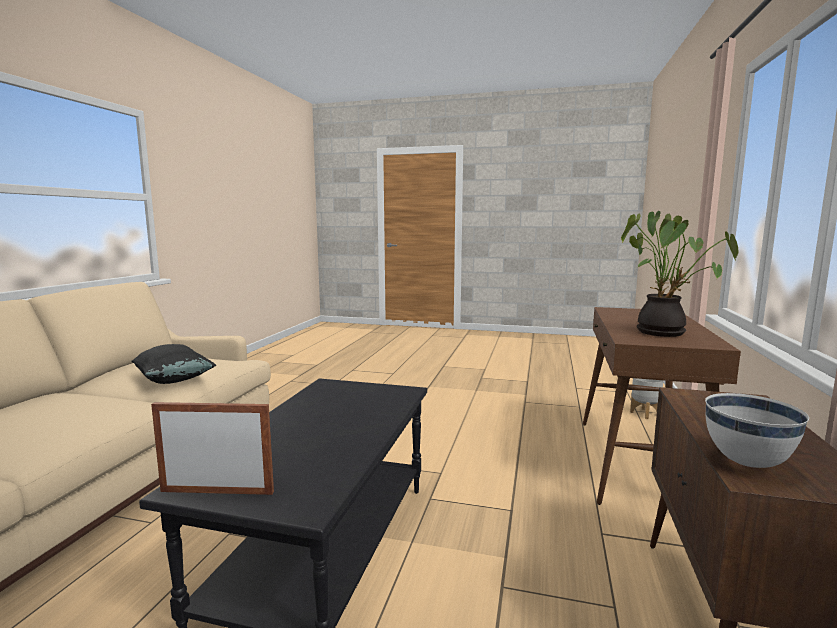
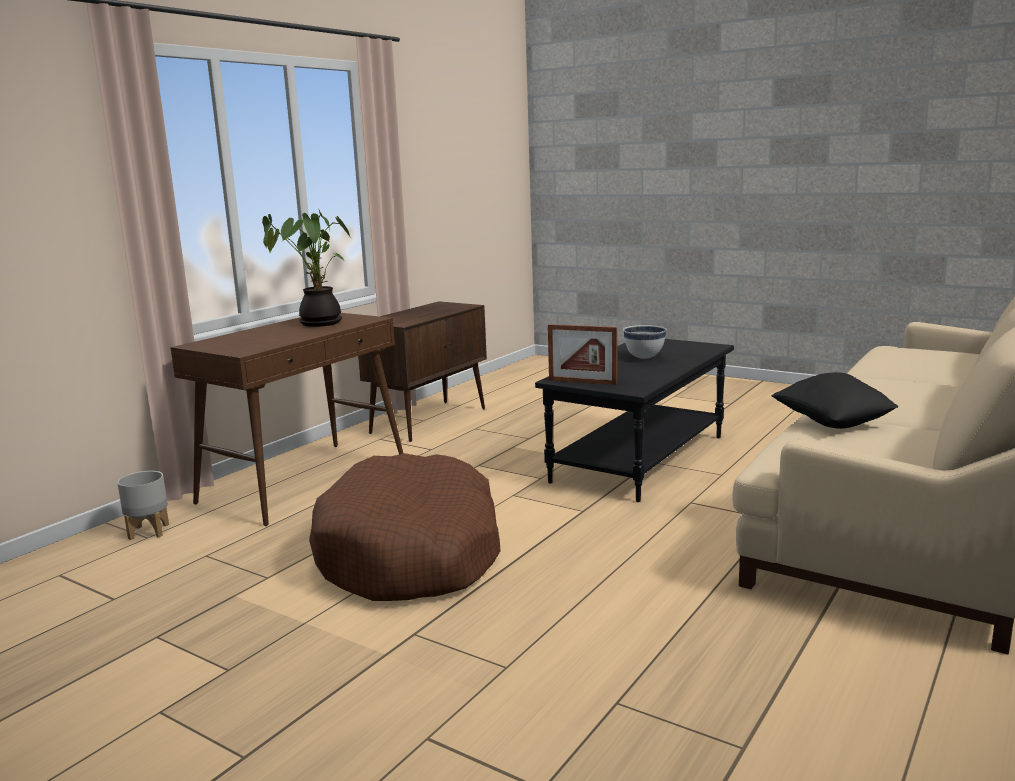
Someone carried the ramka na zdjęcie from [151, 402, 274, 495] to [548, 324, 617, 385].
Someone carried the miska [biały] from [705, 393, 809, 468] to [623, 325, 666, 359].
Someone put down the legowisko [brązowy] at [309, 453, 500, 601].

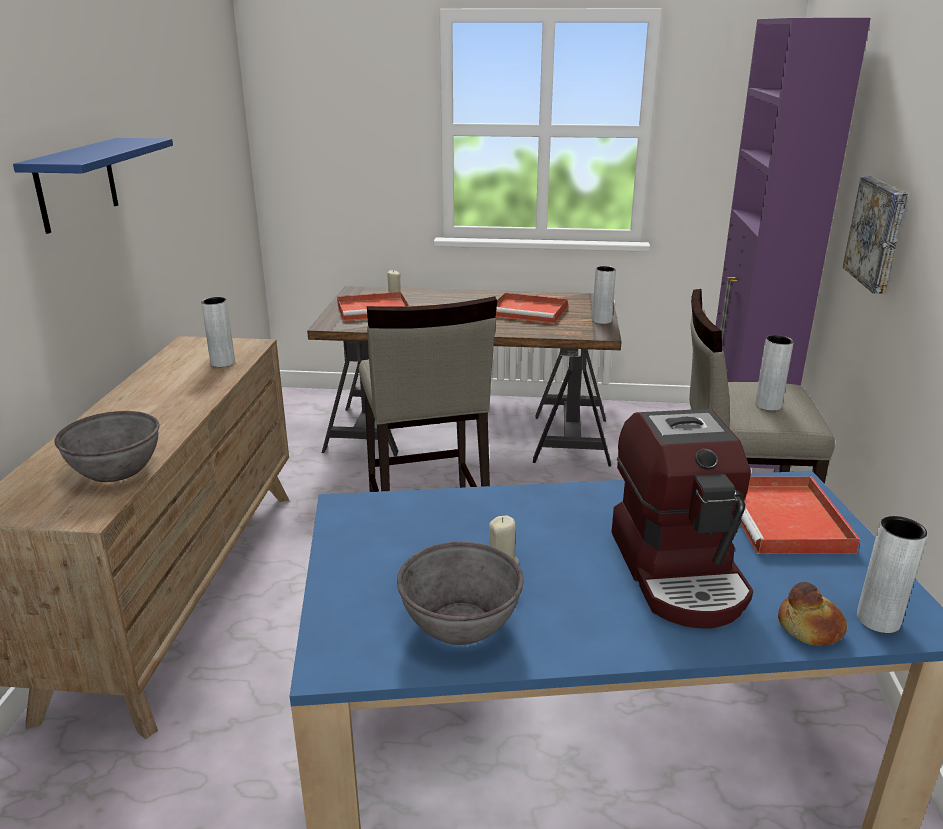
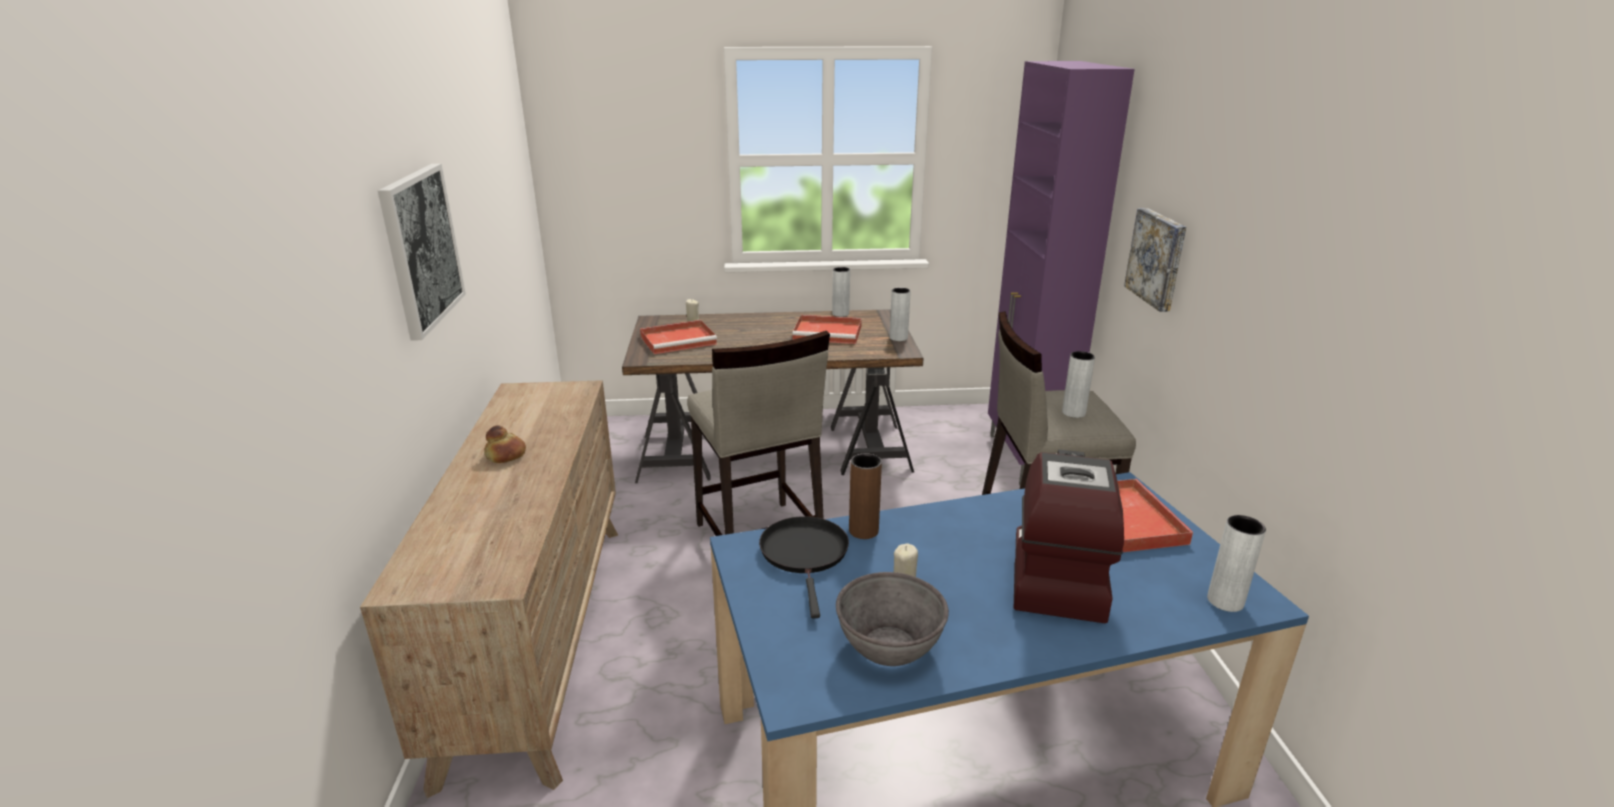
Someone swapped the półka [niebieski] at [13, 138, 173, 234] for the obraz at [378, 164, 466, 341].
Someone took away the miska [szary] at [54, 411, 159, 482].
Someone carried the wazon [szary] from [201, 297, 235, 367] to [832, 267, 850, 317].
Someone rotated the ekspres do kawy at [611, 409, 753, 628] by 150 degrees counterclockwise.
Someone carried the chleb from [778, 582, 847, 646] to [484, 425, 526, 463].
Someone put down the patelnia [czarny] at [759, 516, 849, 618].
Someone put down the wazon [brązowy] at [849, 453, 882, 539].

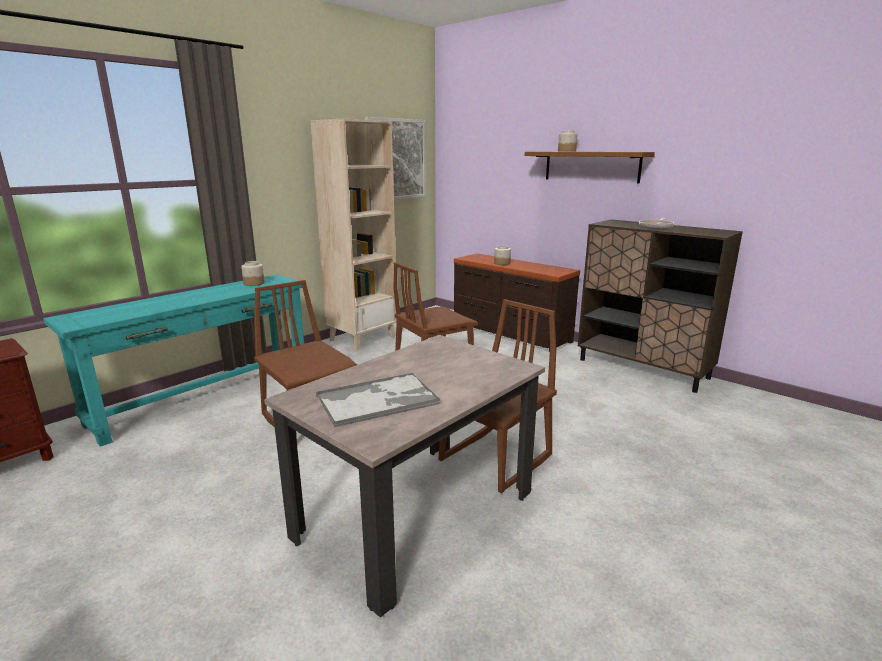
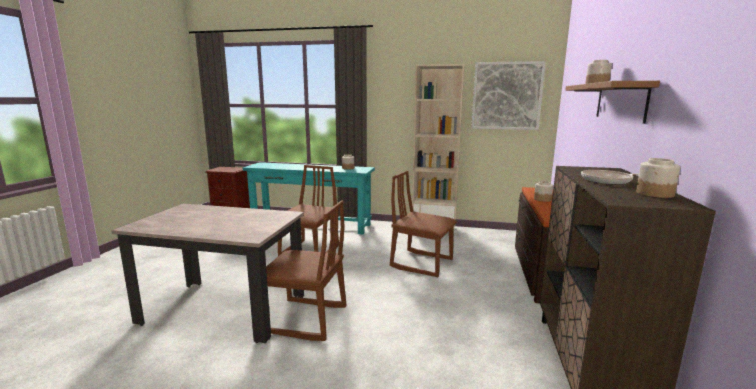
Someone took away the taca at [316, 373, 440, 427].
Someone put down the słoik at [636, 158, 681, 198].

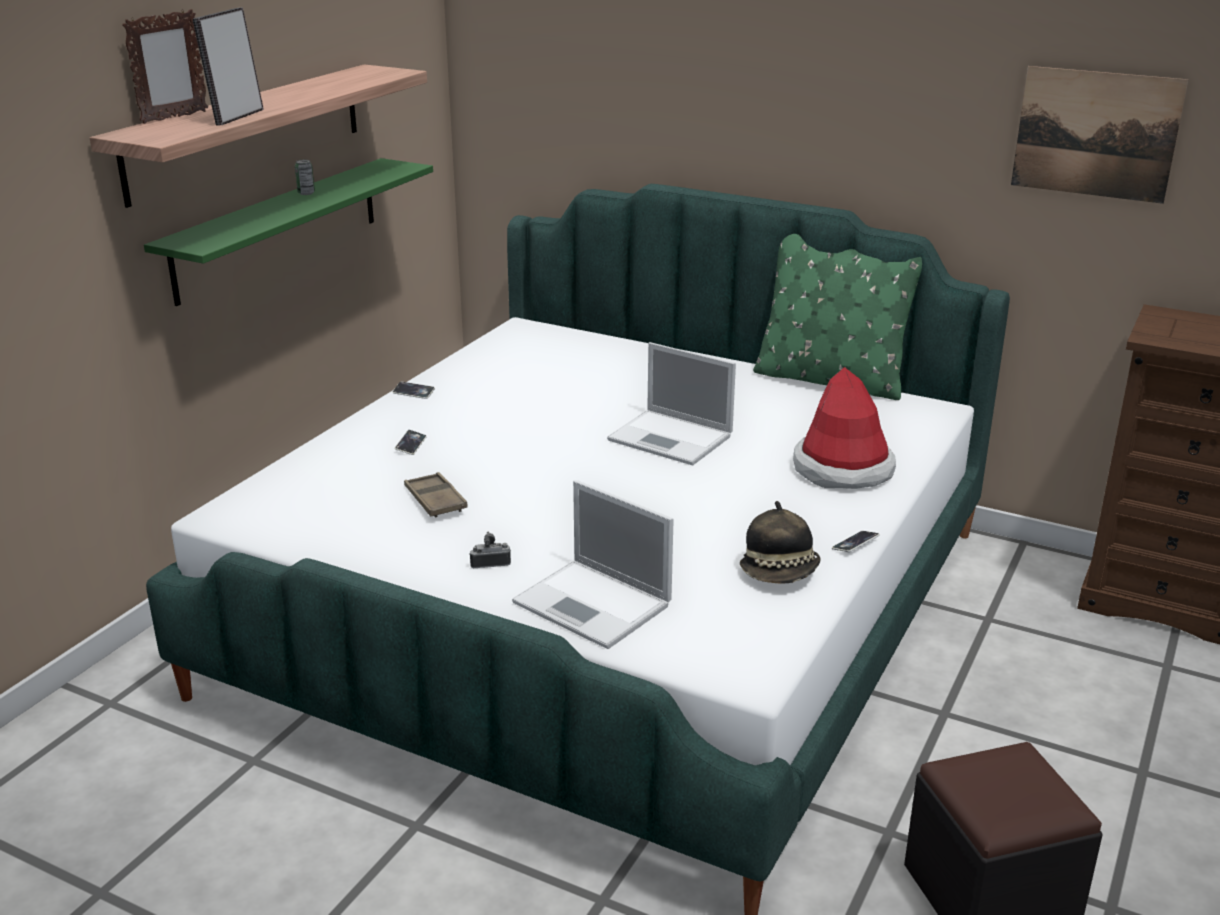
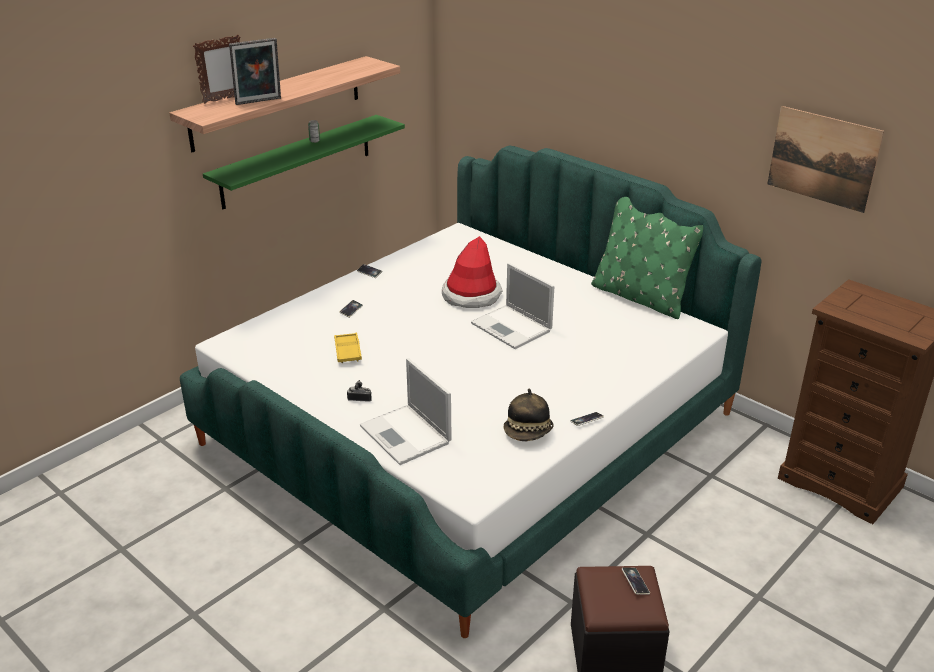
Someone rotated the ramka na zdjęcie at [192, 7, 264, 126] by 150 degrees counterclockwise.
Someone repainted the taca [brązowy] at [404, 472, 468, 517], which became the taca [żółty] at [334, 333, 362, 363].
Someone carried the kapelusz from [793, 367, 896, 489] to [442, 236, 503, 308].
Someone put down the telefon at [622, 568, 650, 595].

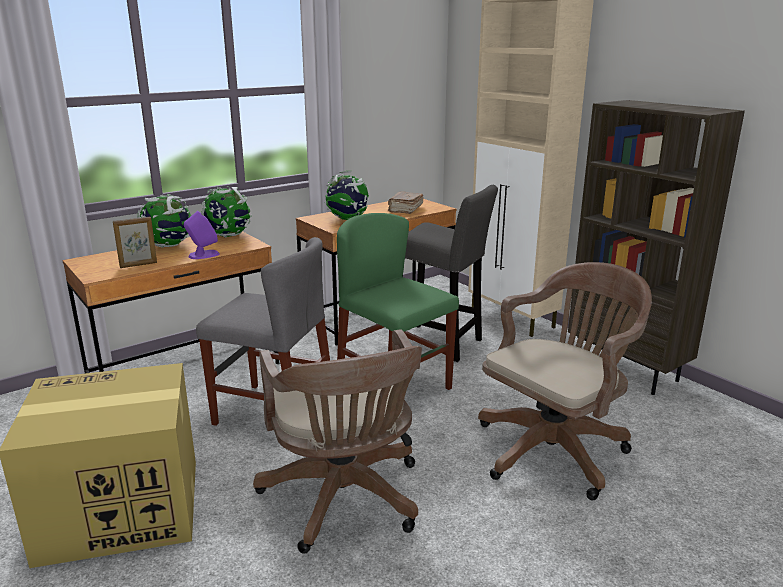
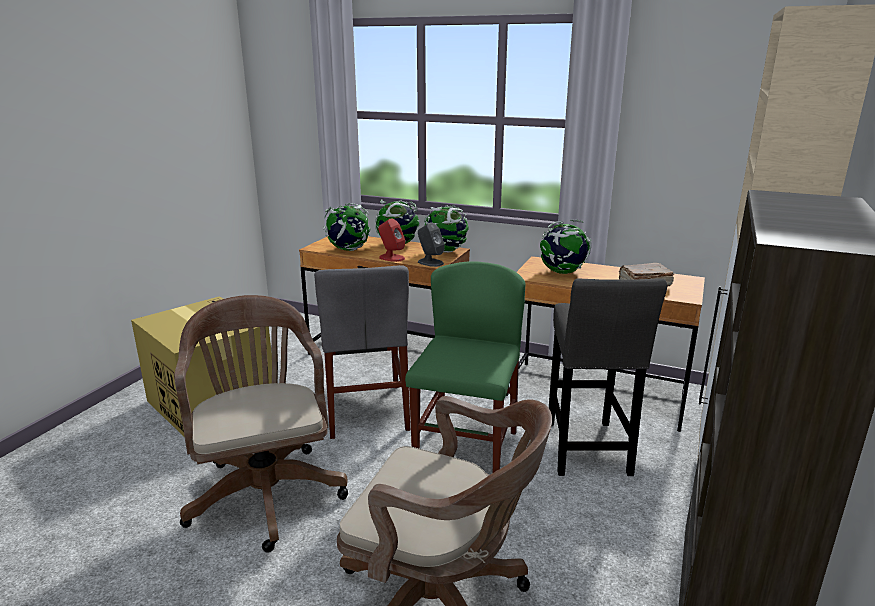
Someone swapped the ramka na zdjęcie at [113, 217, 157, 268] for the globus at [323, 203, 371, 251].
Someone repainted the głośnik [fioletowy] at [184, 211, 220, 259], which became the głośnik [czerwony] at [378, 218, 405, 262].
Someone rotated the krzesło biurowe [brązowy] at [253, 329, 422, 554] by 120 degrees clockwise.
Someone put down the głośnik [szary] at [418, 222, 445, 267].

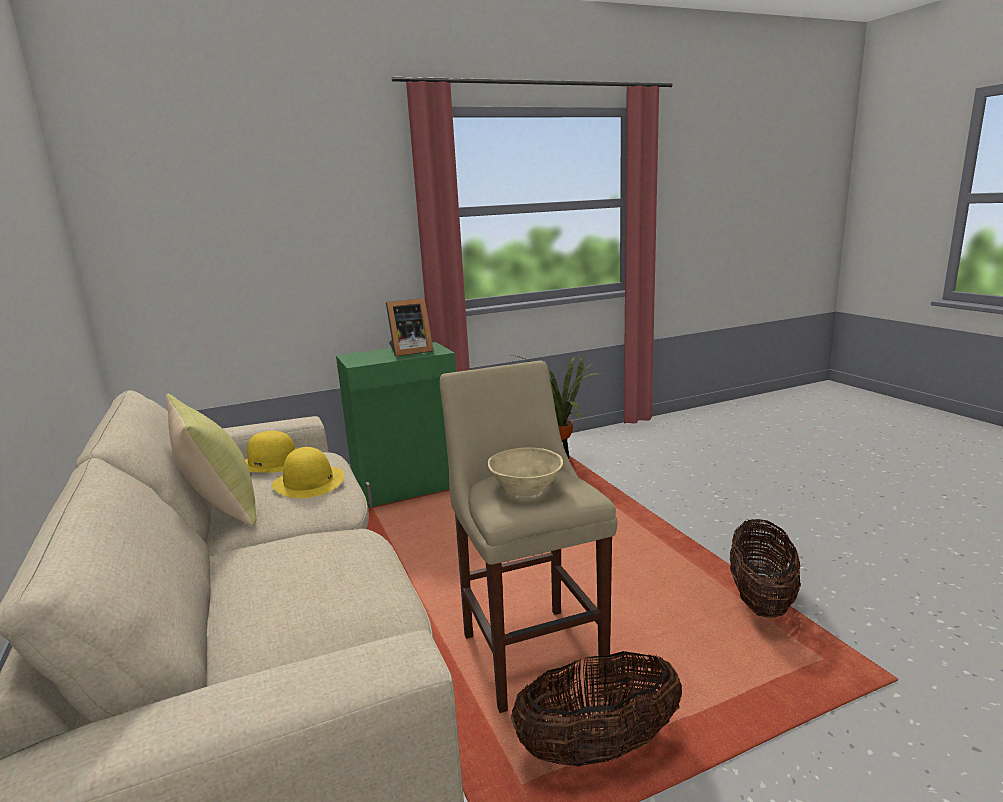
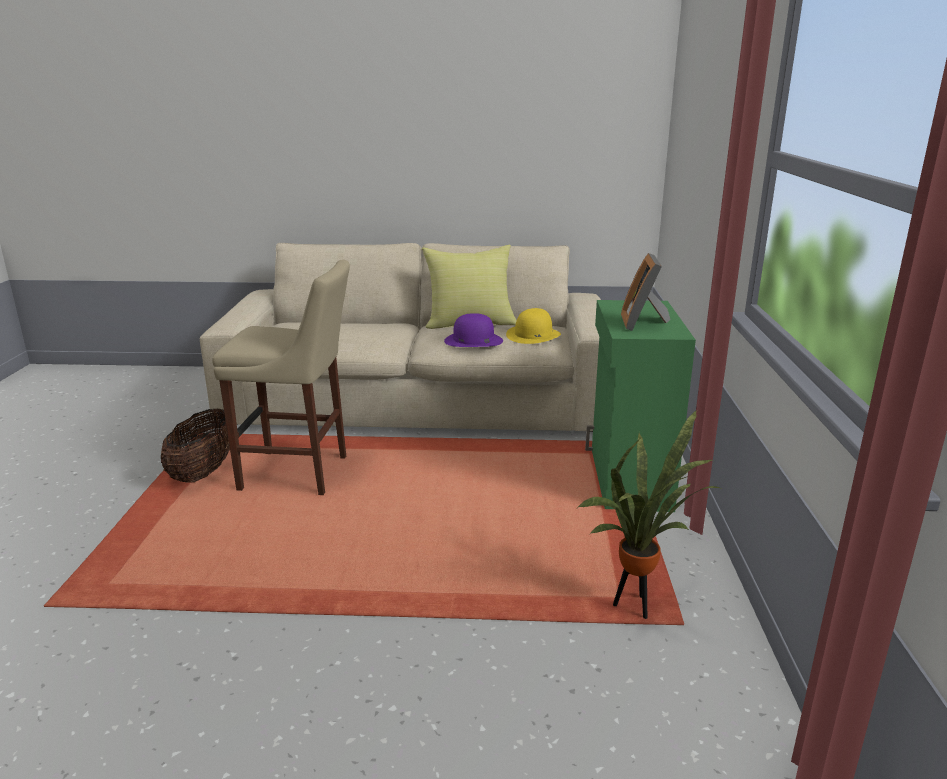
Someone repainted the kapelusz [żółty] at [272, 447, 344, 498], which became the kapelusz [fioletowy] at [444, 313, 503, 347].
Someone took away the miska [beżowy] at [488, 447, 563, 496].
Someone took away the koszyk at [730, 519, 801, 618].

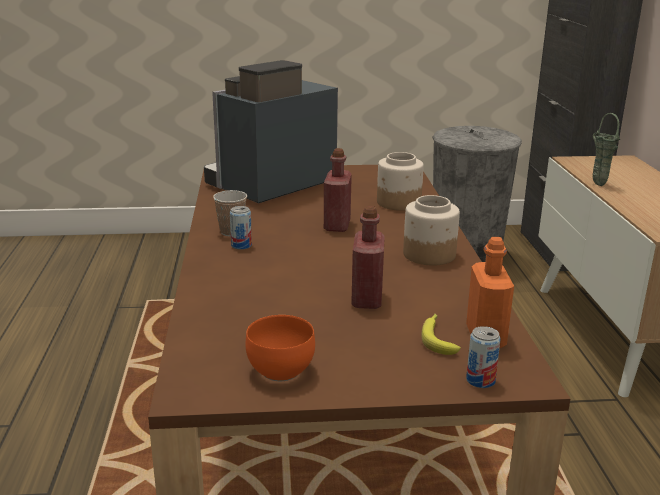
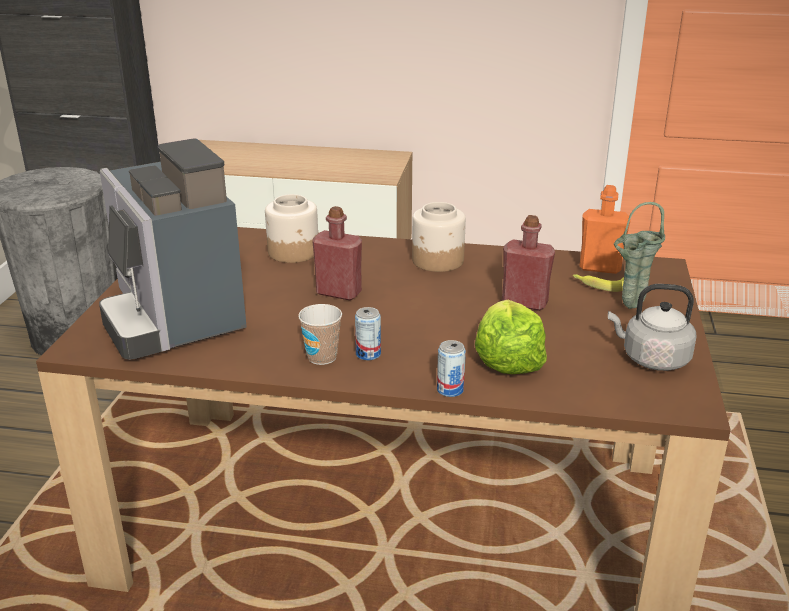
Someone swapped the miska [pomarańczowy] at [245, 315, 315, 381] for the czajnik [szary] at [608, 284, 697, 371].
Someone carried the puszka from [466, 326, 501, 388] to [437, 340, 466, 397].
Someone carried the wazon [zielony] from [593, 113, 620, 186] to [614, 202, 665, 309].
Someone put down the sałata at [475, 300, 547, 374].

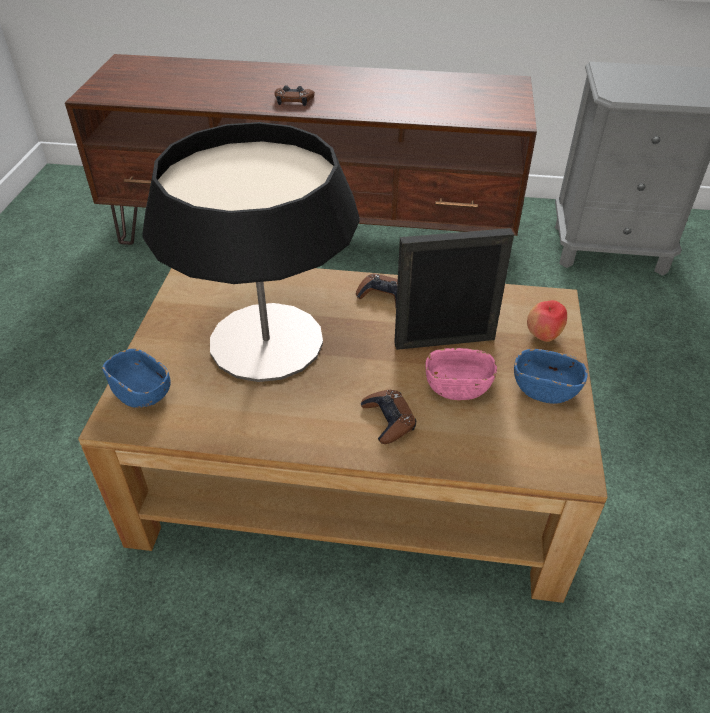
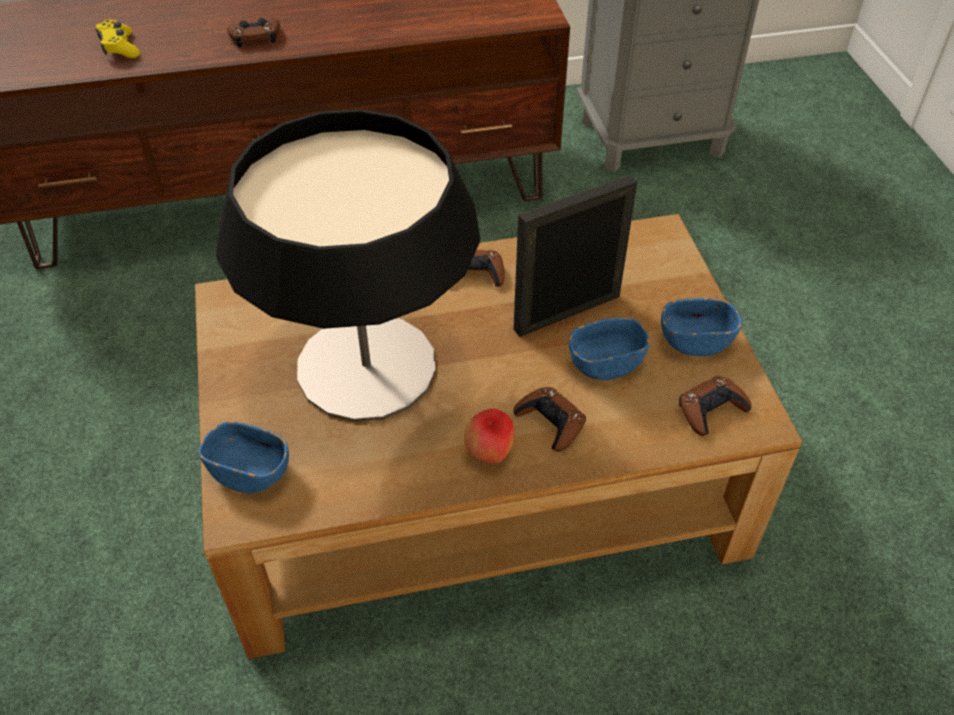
Someone repainted the miska [różowy] at [425, 348, 497, 400], which became the miska [niebieski] at [569, 317, 650, 380].
Someone carried the jabłko from [527, 300, 567, 342] to [464, 409, 515, 463].
Someone put down the pad do gier [żółty] at [96, 20, 140, 58].
Someone put down the pad do gier [brązowy] at [679, 376, 752, 436].

